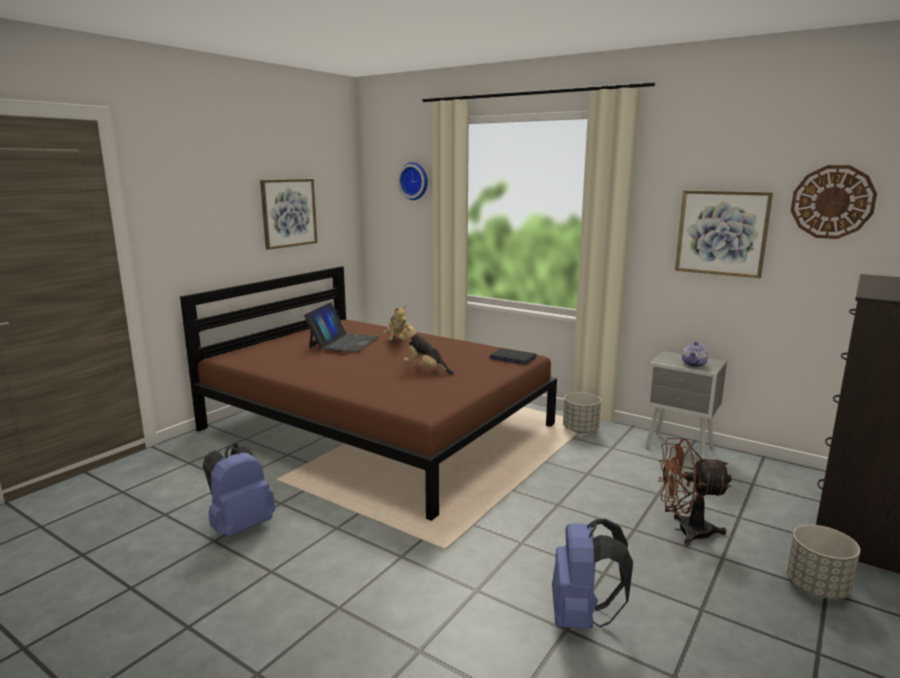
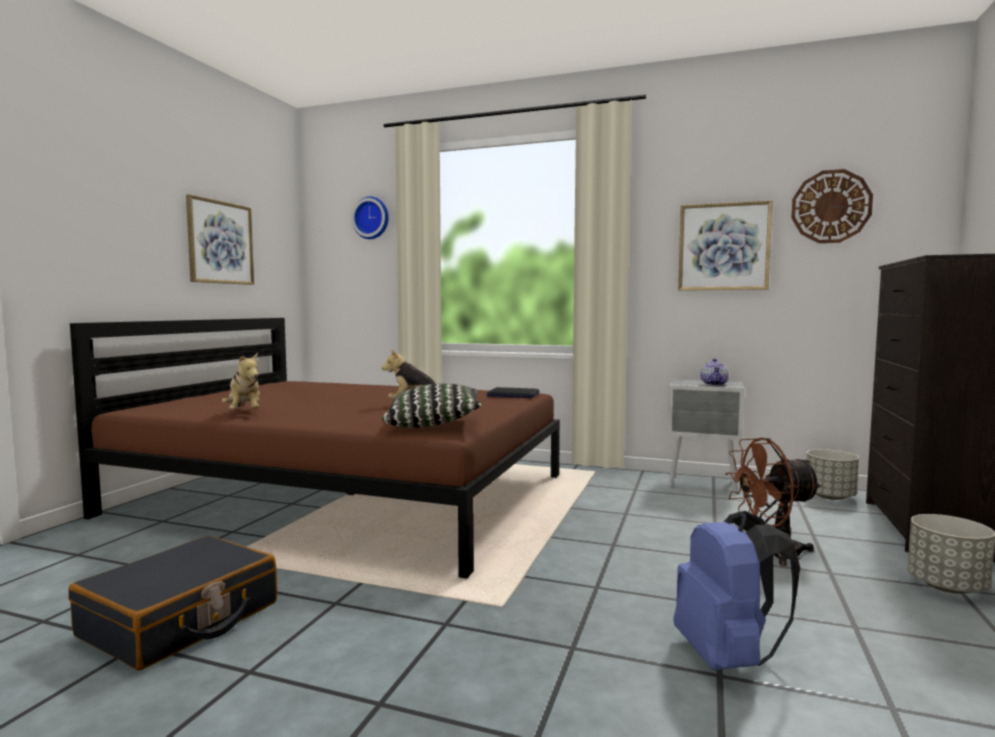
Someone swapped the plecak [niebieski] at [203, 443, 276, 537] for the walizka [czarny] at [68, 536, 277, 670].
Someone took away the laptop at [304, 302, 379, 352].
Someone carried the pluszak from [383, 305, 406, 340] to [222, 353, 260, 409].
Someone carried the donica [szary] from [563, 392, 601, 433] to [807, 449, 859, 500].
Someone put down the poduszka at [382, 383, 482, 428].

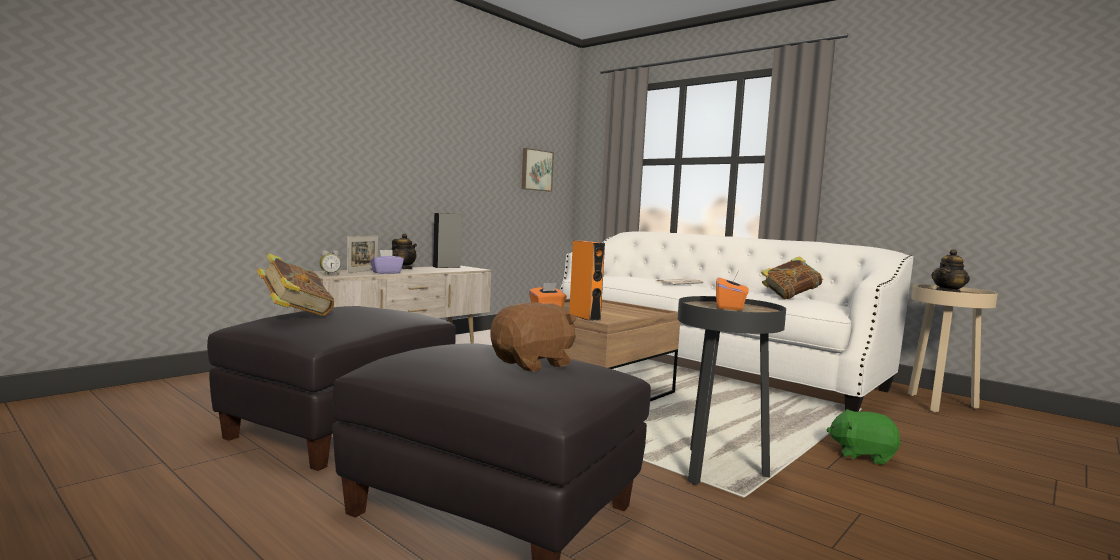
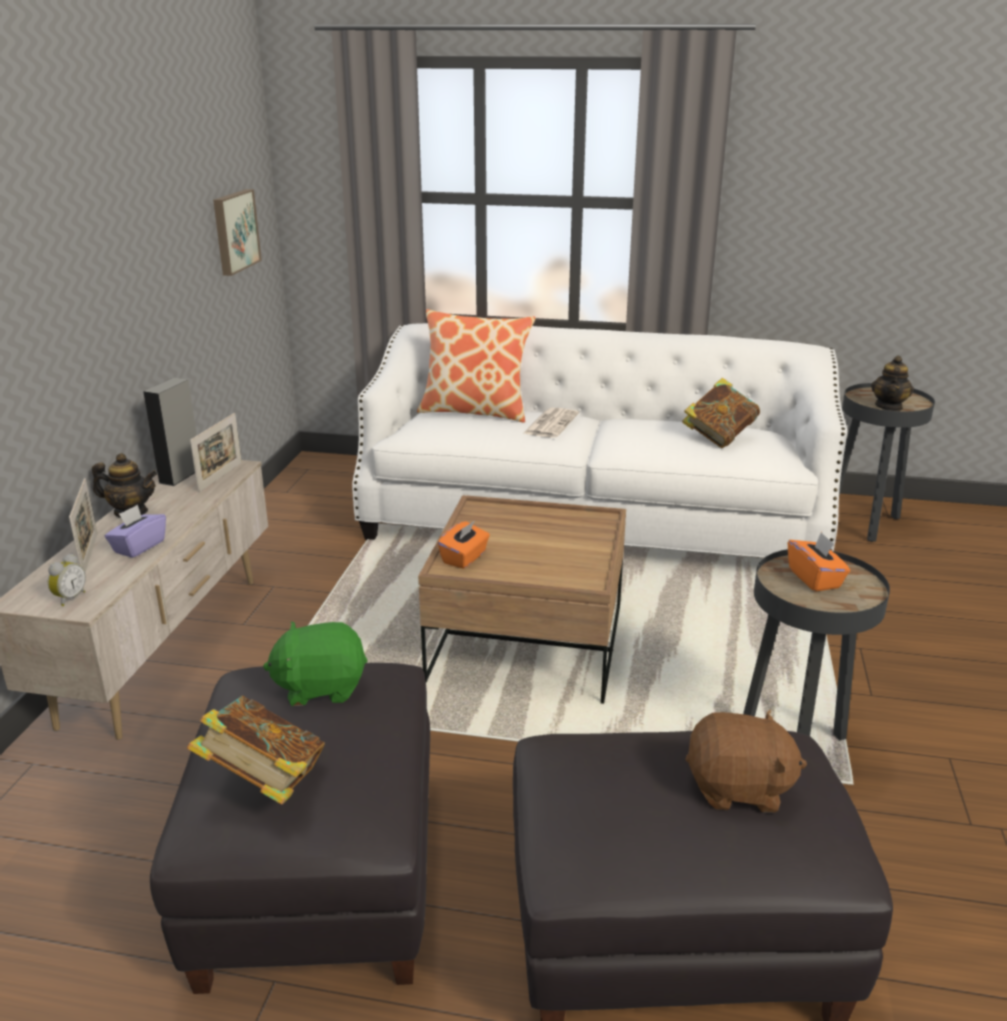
Someone rotated the pluszak [brązowy] at [490, 302, 577, 372] by 75 degrees clockwise.
Someone took away the głośnik [pomarańczowy] at [569, 241, 605, 321].
Someone carried the pluszak [zielony] from [826, 409, 901, 465] to [263, 621, 367, 706].
Someone repainted the stolik [beżowy] at [908, 285, 998, 413], which became the stolik [czarny] at [839, 383, 935, 542].
Someone put down the ramka na zdjęcie at [190, 413, 242, 492].
Someone put down the poduszka at [417, 309, 535, 423].

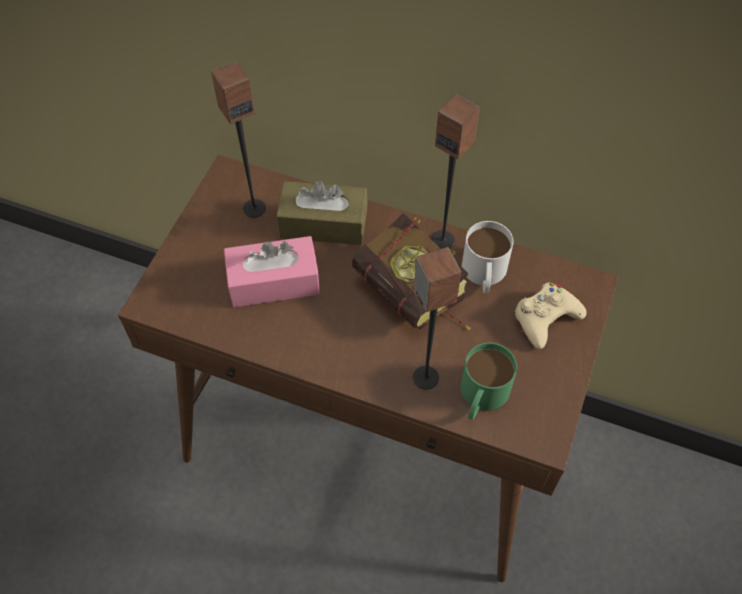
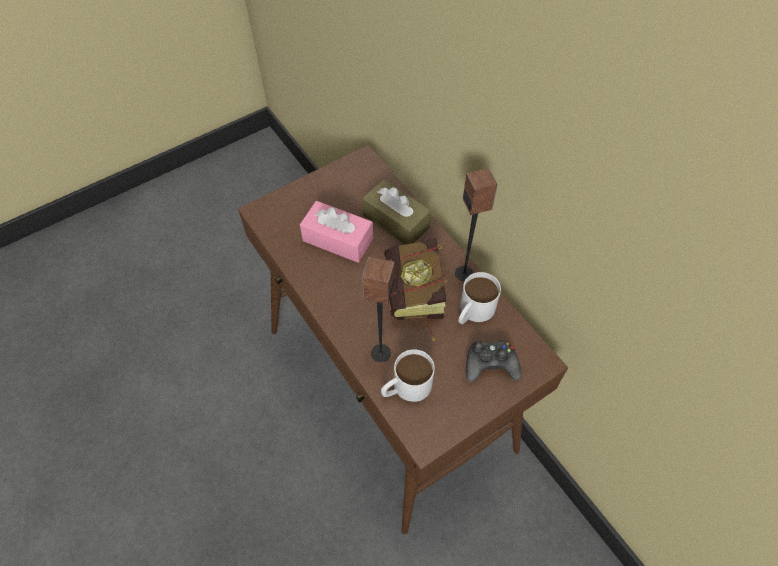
Someone took away the głośnik at [211, 61, 266, 218].
Someone repainted the kubek [zielony] at [461, 342, 517, 420], which became the kubek [biały] at [381, 349, 435, 402].
Someone repainted the pad do gier [beżowy] at [515, 283, 587, 349], which became the pad do gier [czarny] at [466, 340, 521, 382].

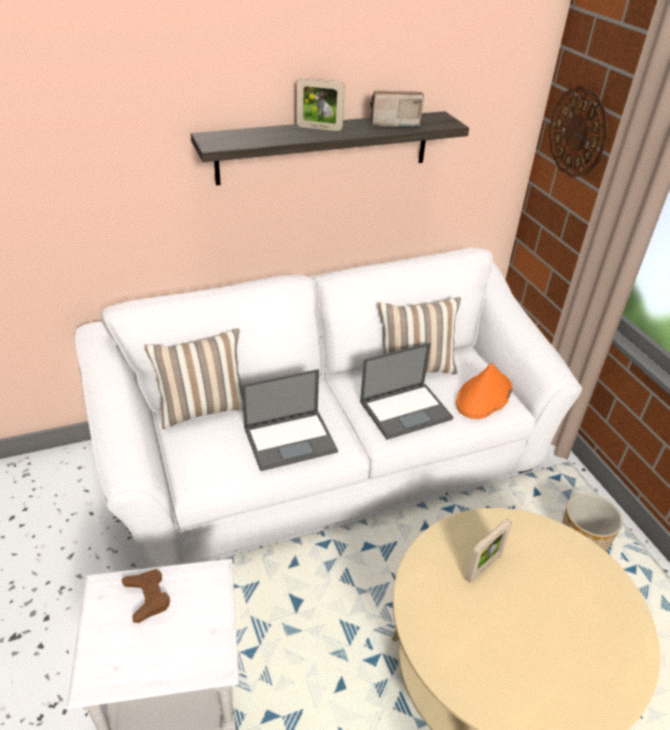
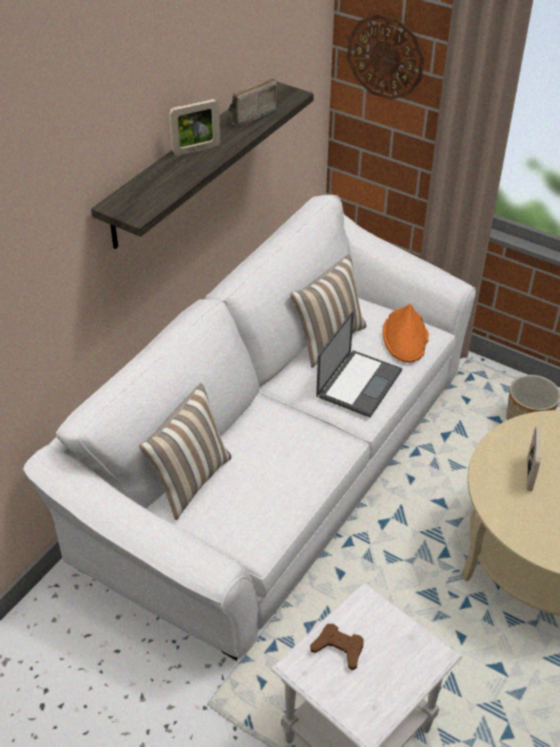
Someone took away the laptop at [242, 369, 338, 471].

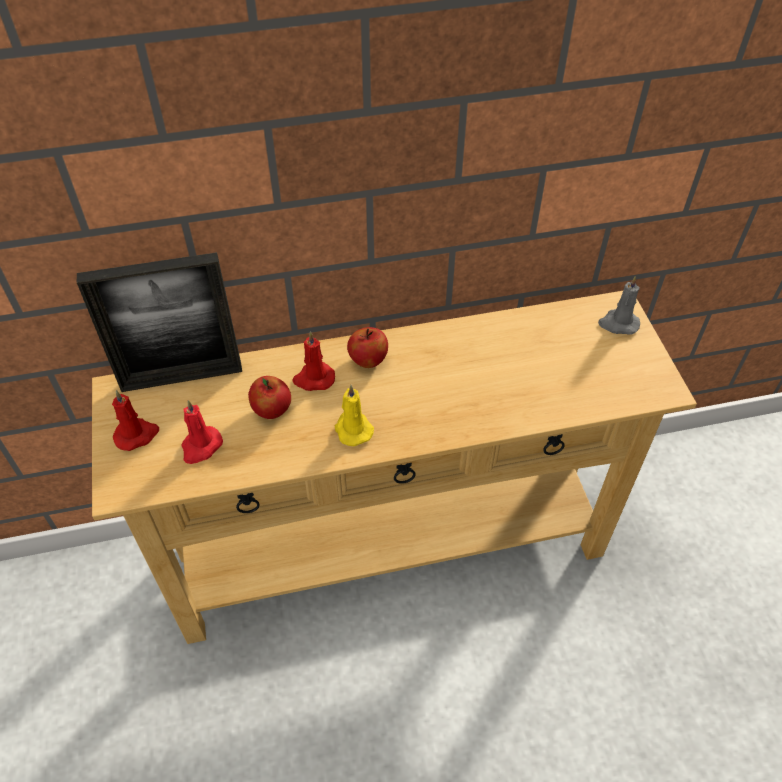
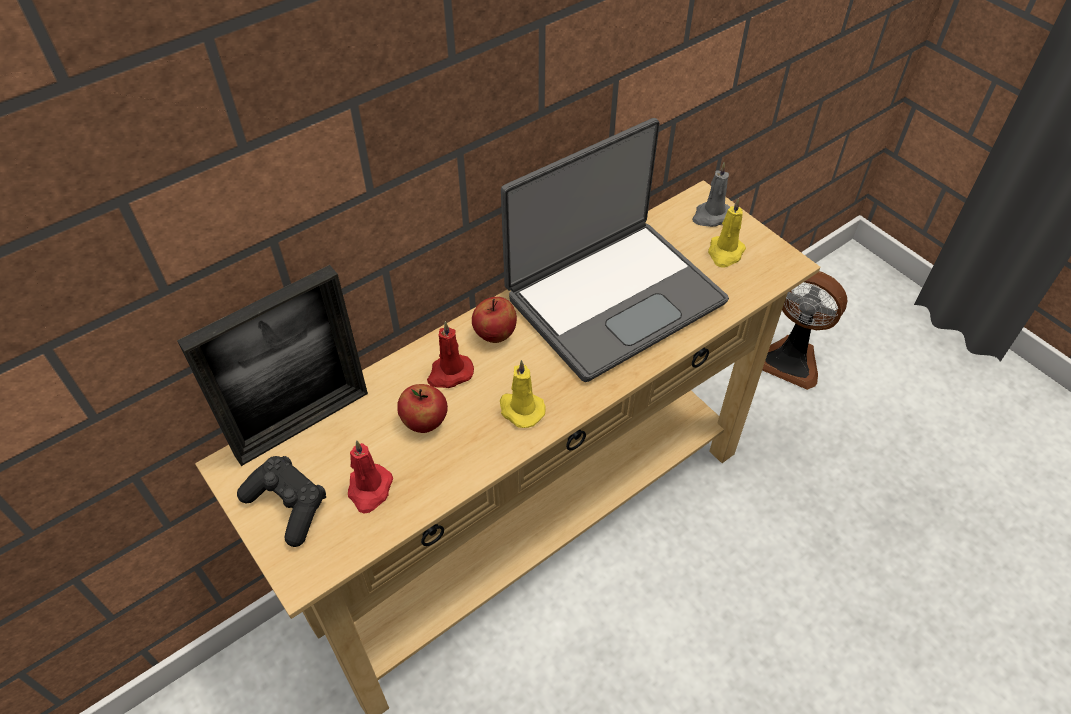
Someone swapped the świeca [czerwony] at [112, 390, 159, 451] for the pad do gier [czarny] at [237, 456, 326, 547].
Someone put down the laptop at [501, 118, 729, 382].
Someone put down the świeca [żółty] at [708, 198, 746, 268].
Someone put down the wentylator at [762, 271, 847, 390].

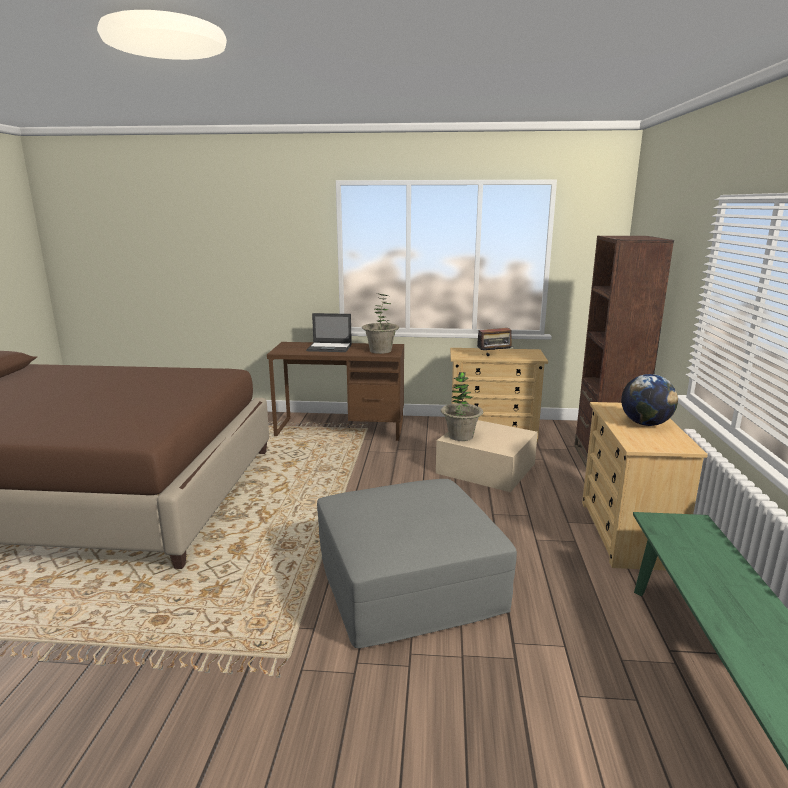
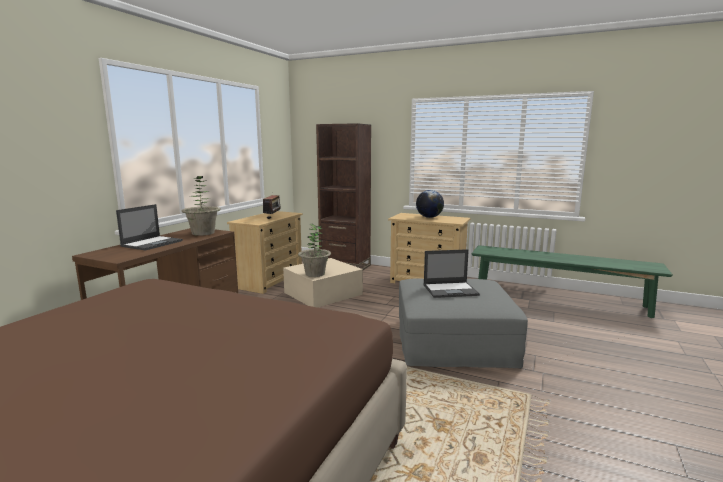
Someone put down the laptop at [423, 249, 480, 298].

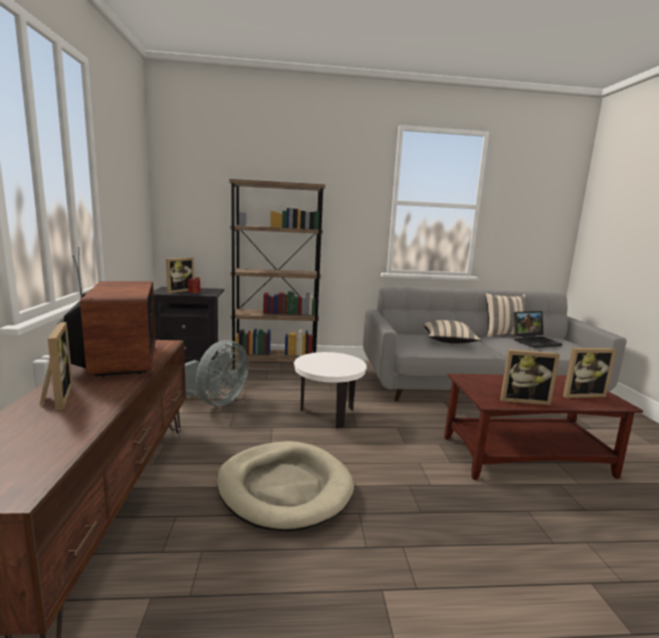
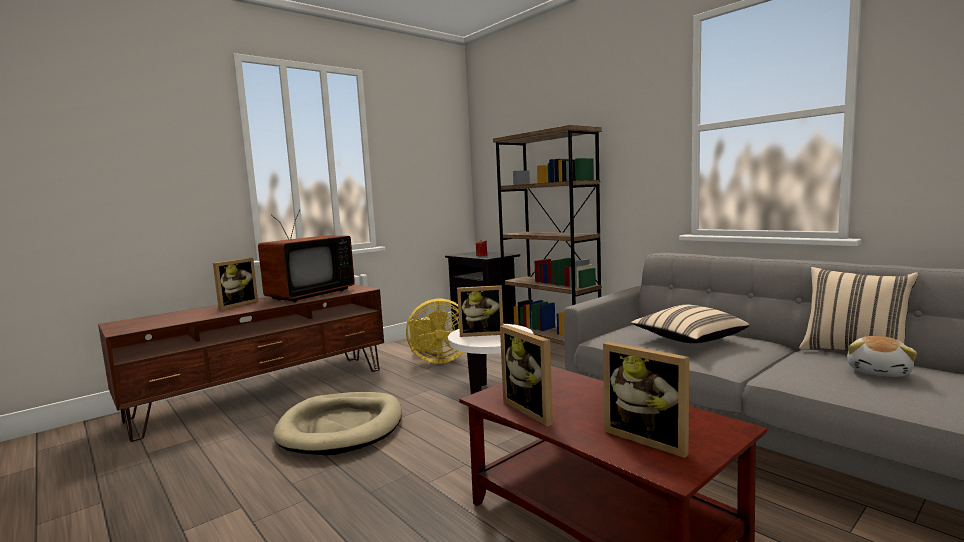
Someone carried the ramka na zdjęcie from [166, 257, 194, 293] to [457, 285, 503, 337].
Someone repainted the wentylator [szary] at [185, 340, 249, 406], which became the wentylator [żółty] at [406, 299, 463, 364].
Someone swapped the laptop at [514, 311, 562, 348] for the pluszak at [847, 336, 917, 377].

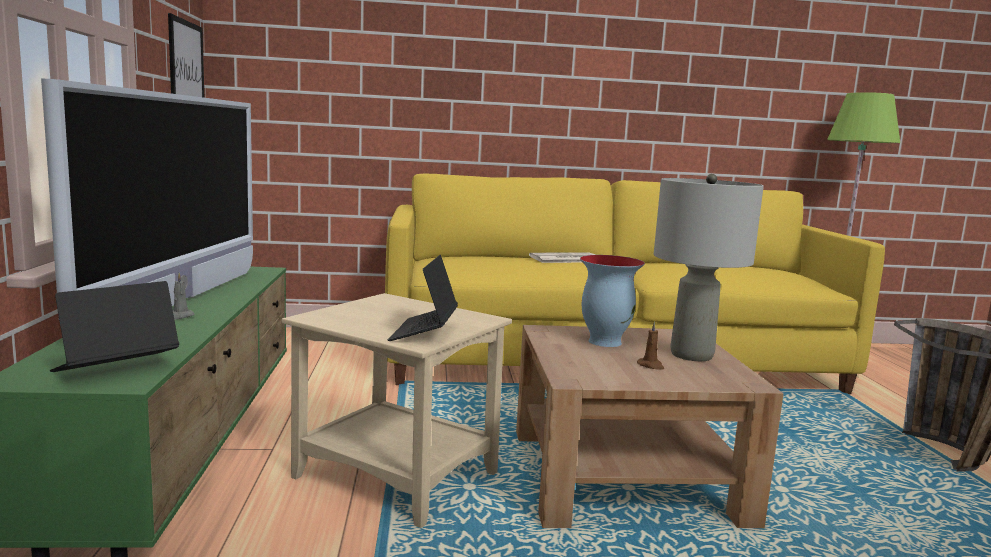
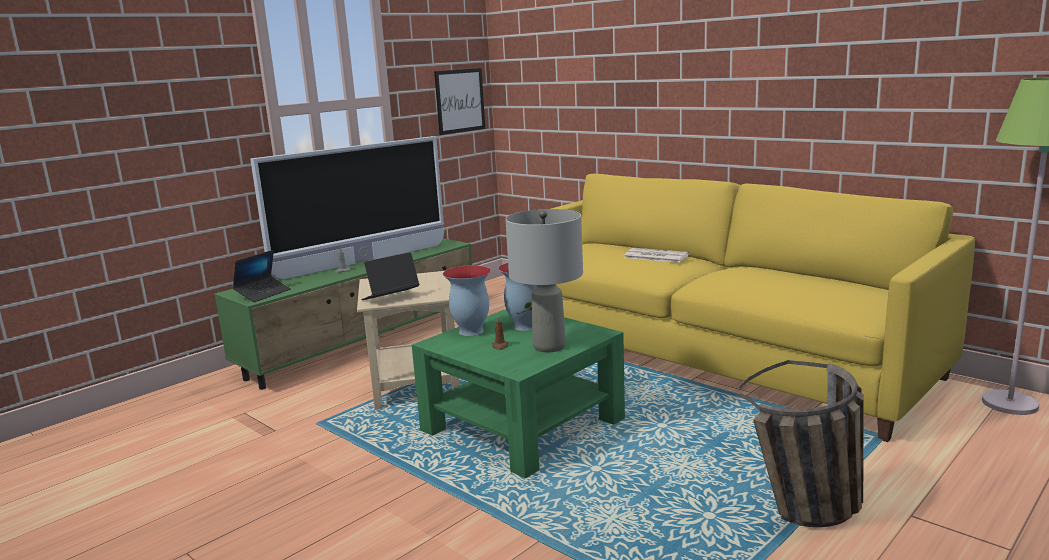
Someone rotated the laptop at [50, 281, 179, 372] by 120 degrees clockwise.
Someone repainted the ława [brązowy] at [516, 325, 783, 528], which became the ława [zielony] at [412, 309, 625, 479].
Someone put down the wazon at [443, 265, 491, 336].

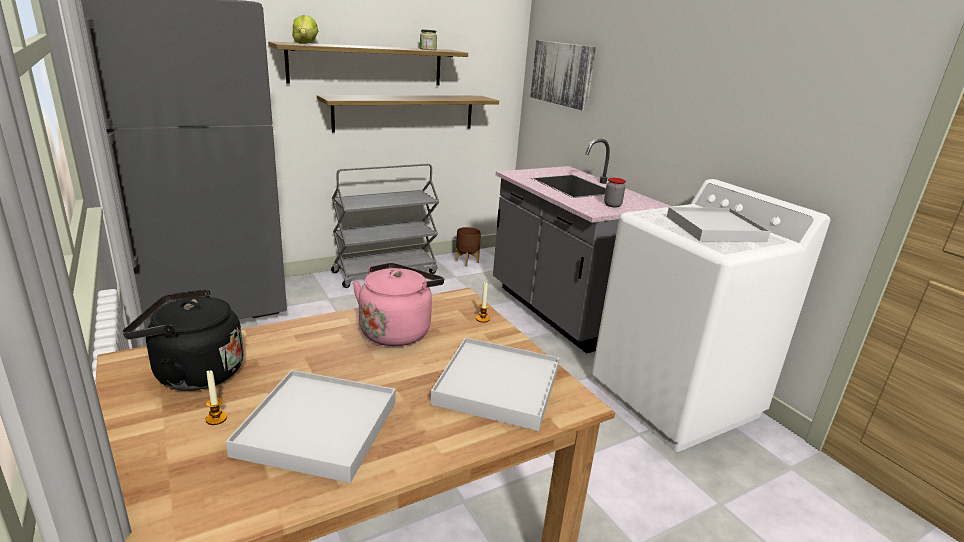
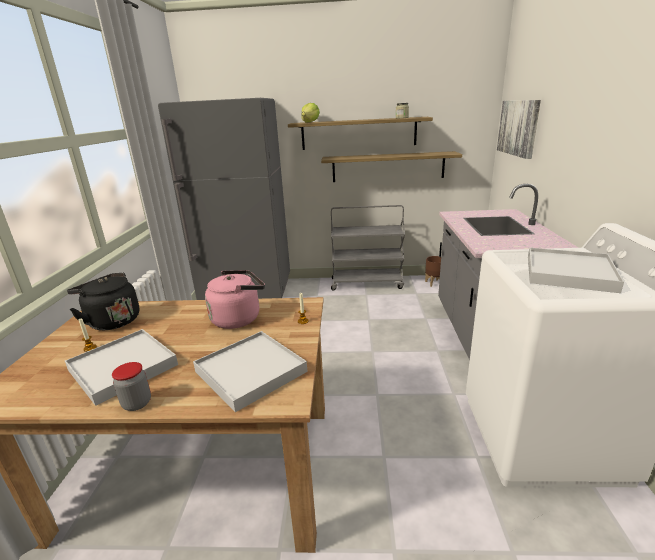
Someone carried the słoik from [604, 178, 626, 207] to [112, 362, 151, 411].

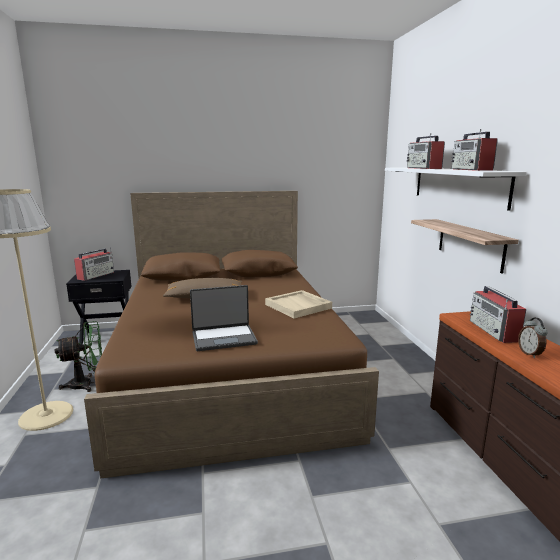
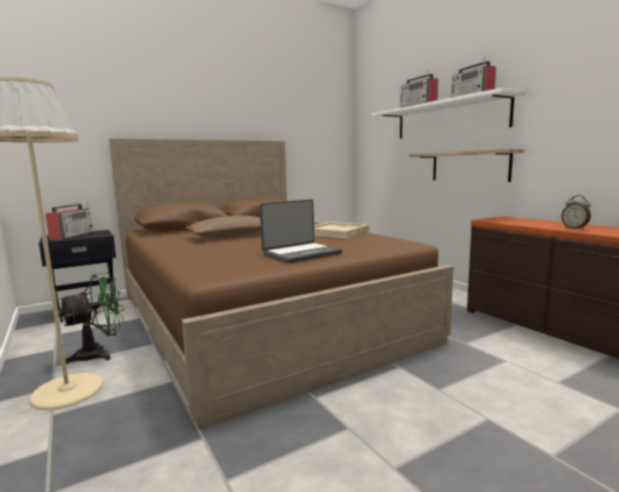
Someone took away the radio at [470, 286, 526, 343].

